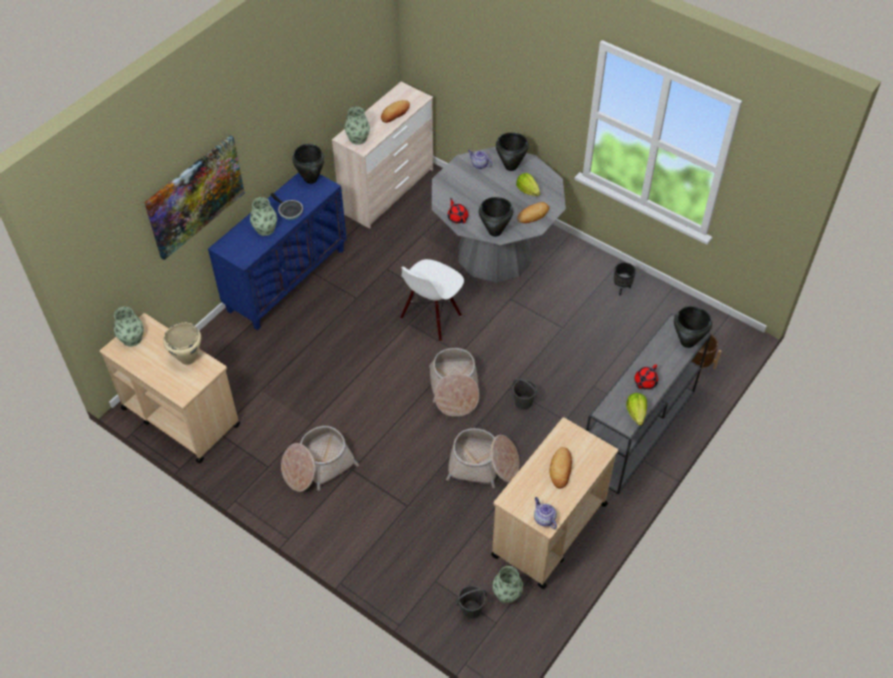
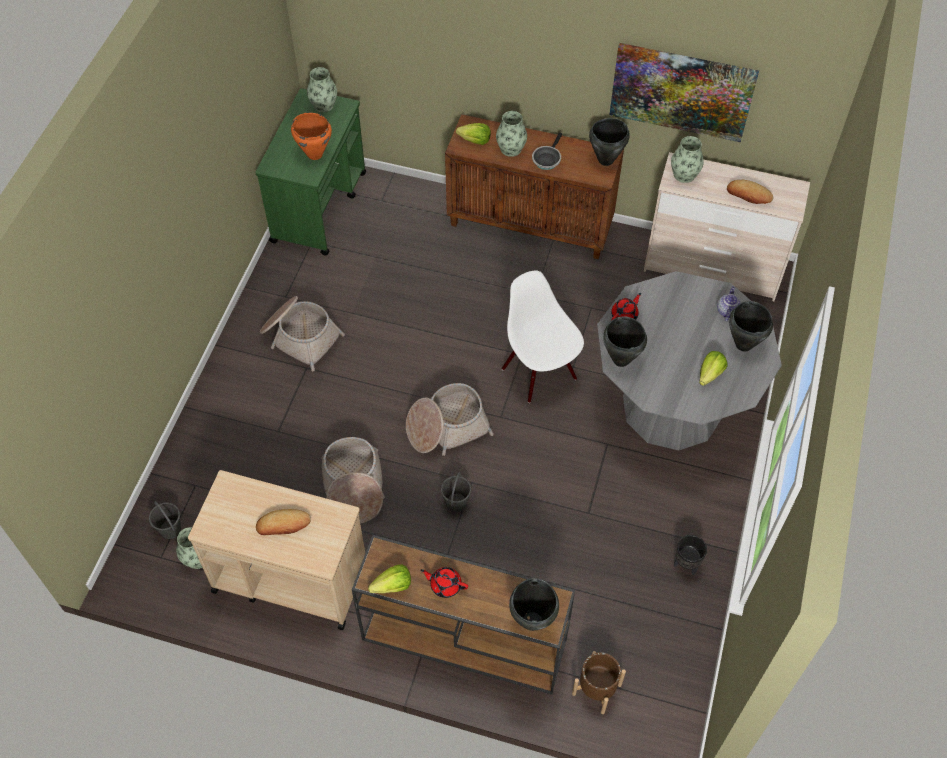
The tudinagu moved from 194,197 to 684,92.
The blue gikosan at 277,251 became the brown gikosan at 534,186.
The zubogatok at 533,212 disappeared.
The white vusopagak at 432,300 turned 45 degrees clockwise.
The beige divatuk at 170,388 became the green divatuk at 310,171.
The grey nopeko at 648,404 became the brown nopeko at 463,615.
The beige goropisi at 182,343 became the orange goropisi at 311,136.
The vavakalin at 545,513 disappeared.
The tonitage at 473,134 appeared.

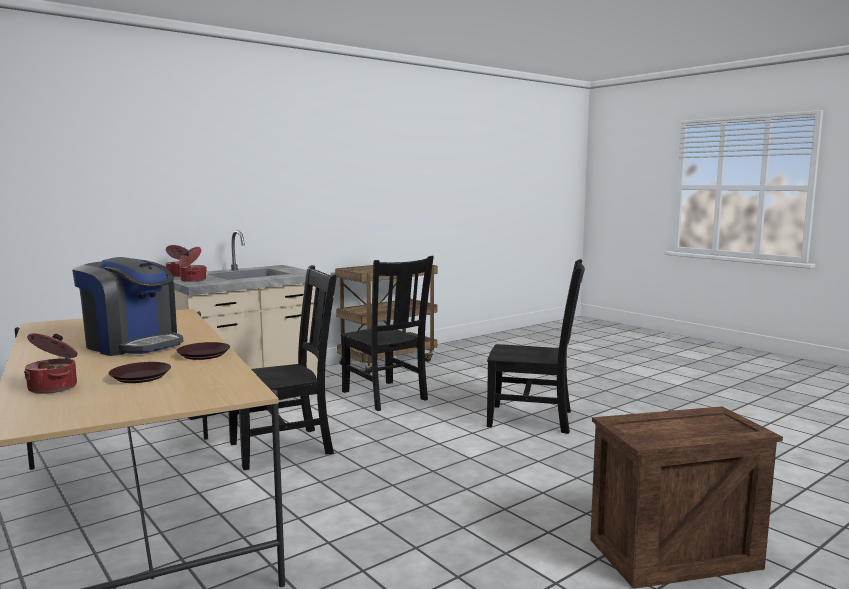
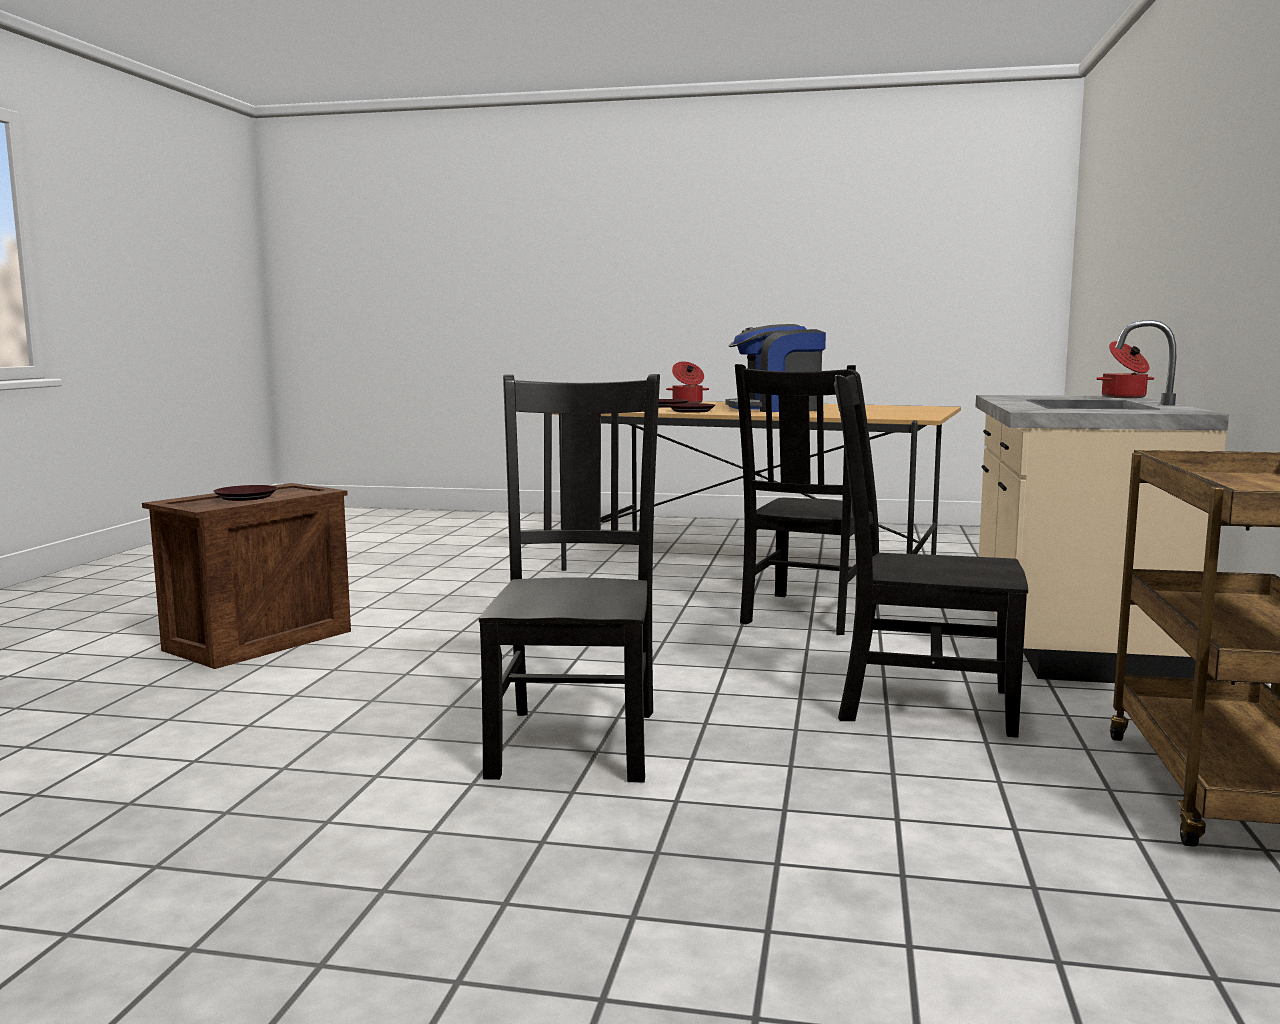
The goropisi at 193,264 disappeared.
The black vusopagak at 536,346 turned 120 degrees clockwise.
The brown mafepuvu at 245,493 appeared.

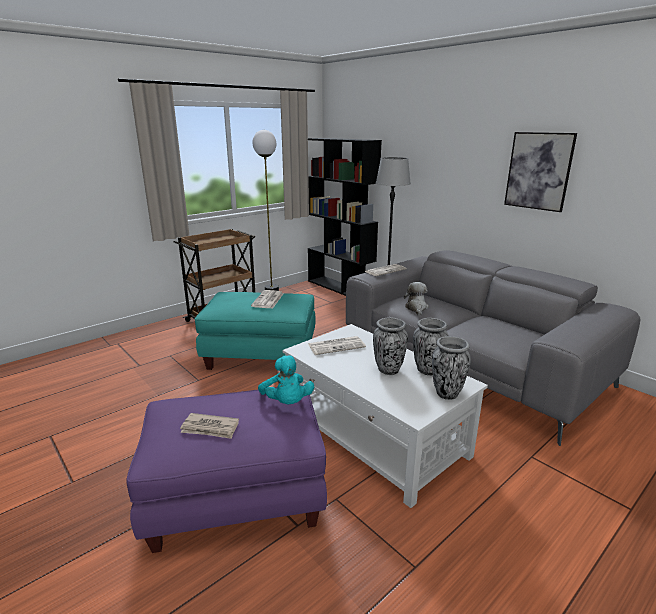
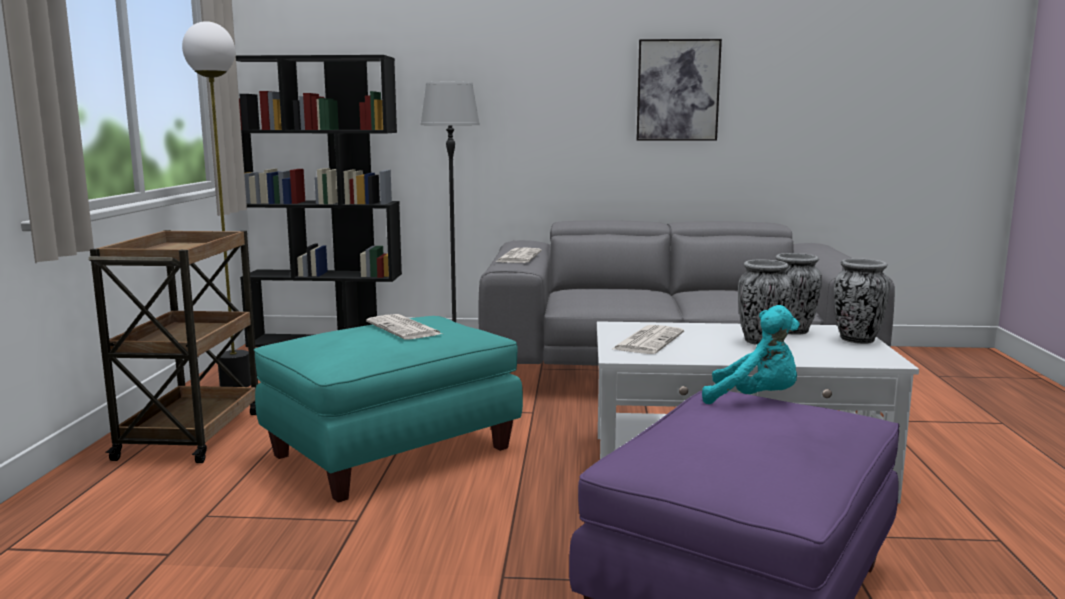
The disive at 416,299 disappeared.
The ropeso at 209,426 disappeared.

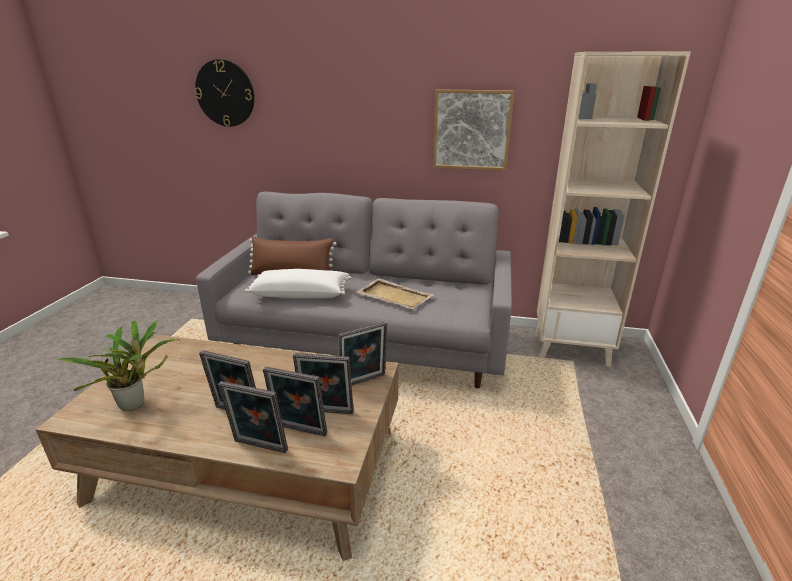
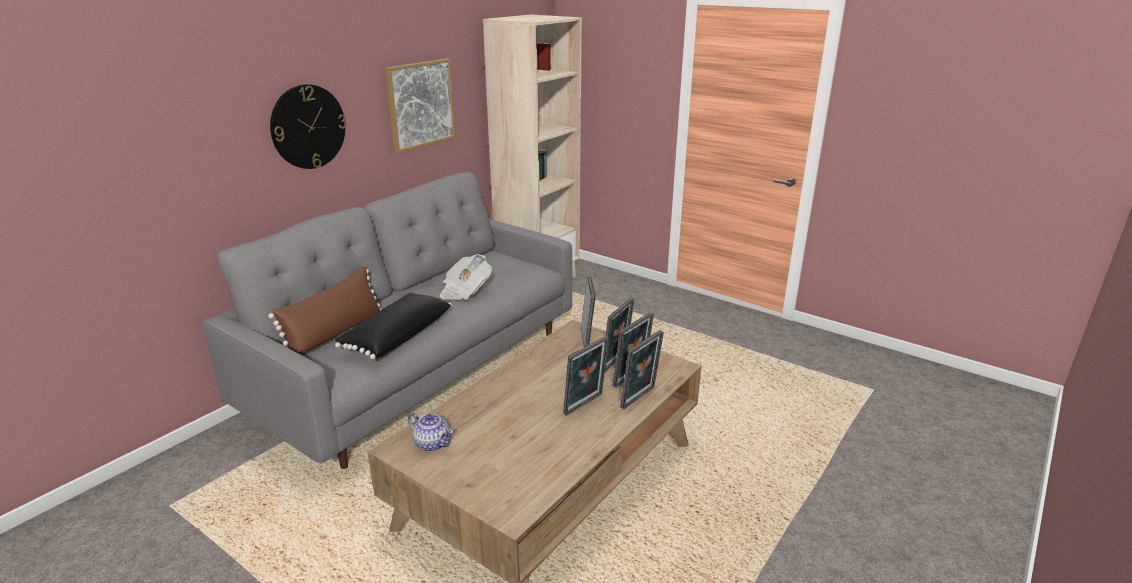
The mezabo moved from 224,93 to 308,126.
The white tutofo at 298,283 became the black tutofo at 393,326.
The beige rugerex at 395,294 was replaced by the ropeso at 465,277.
The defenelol at 118,366 disappeared.
The vavakalin at 430,432 appeared.

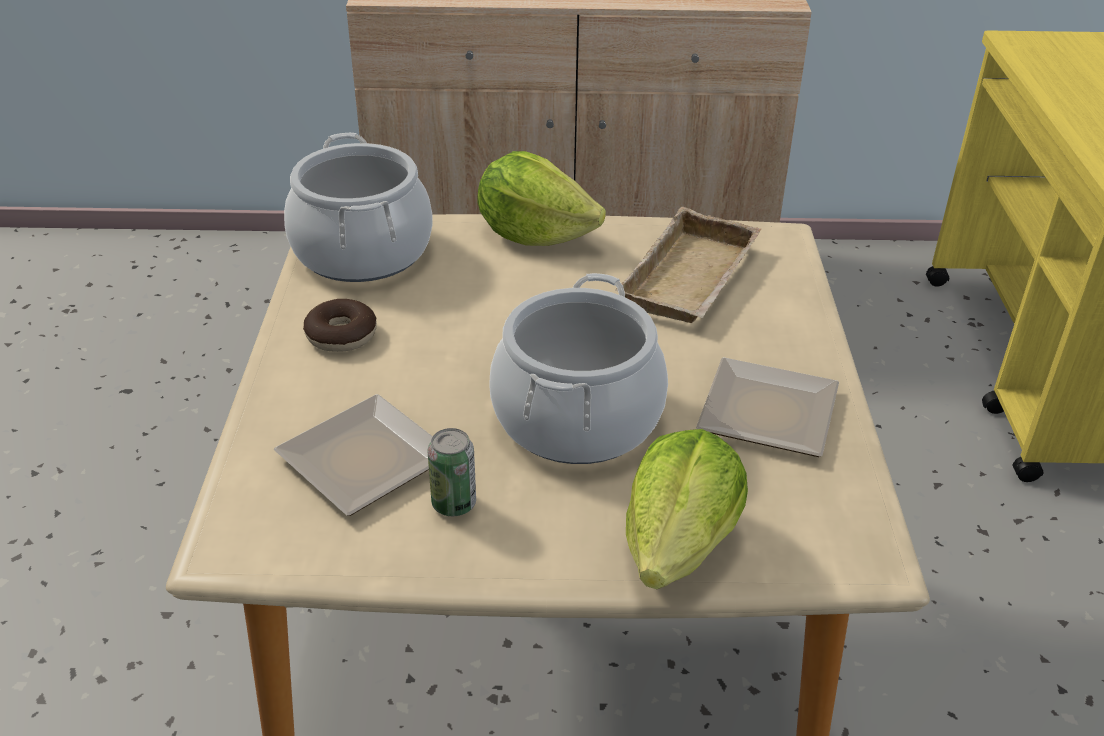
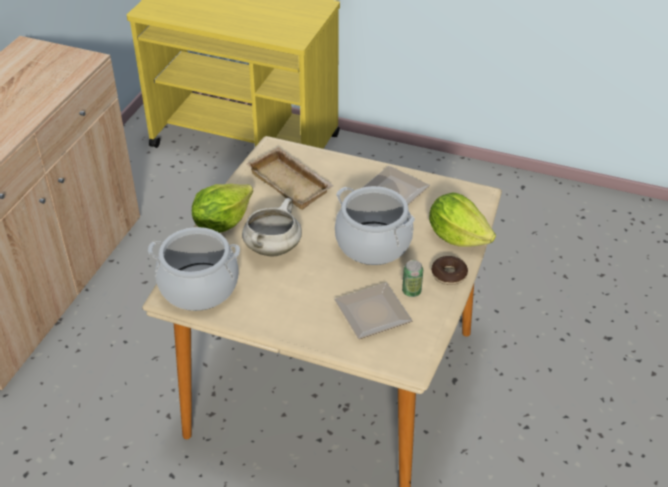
The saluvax moved from 340,325 to 449,270.
The white goropisi at 272,227 appeared.

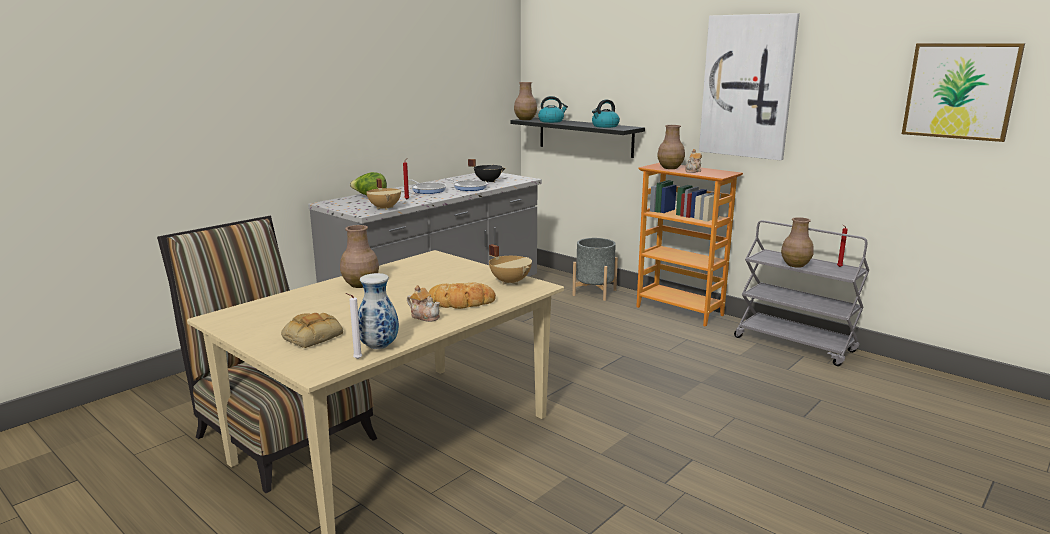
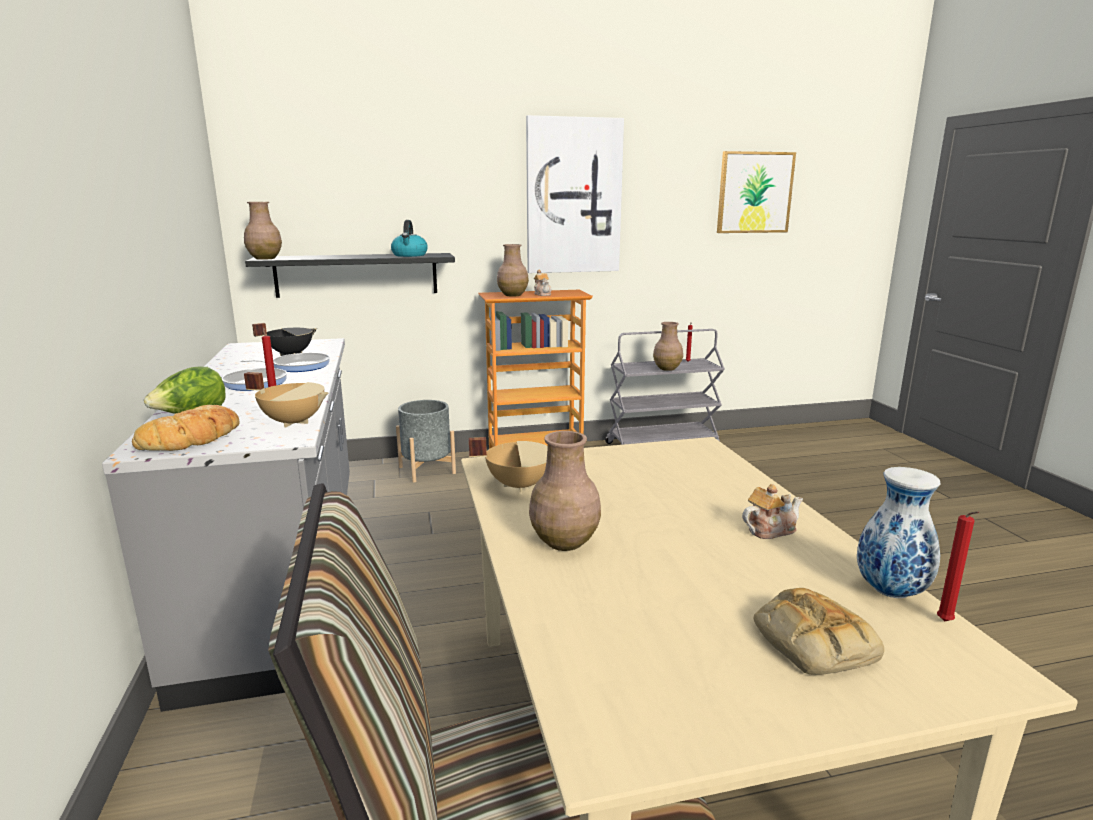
The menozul at 553,109 disappeared.
The beige goropisi moved from 510,264 to 508,465.
The zubogatok moved from 462,296 to 185,428.
The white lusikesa at 353,326 became the red lusikesa at 958,566.

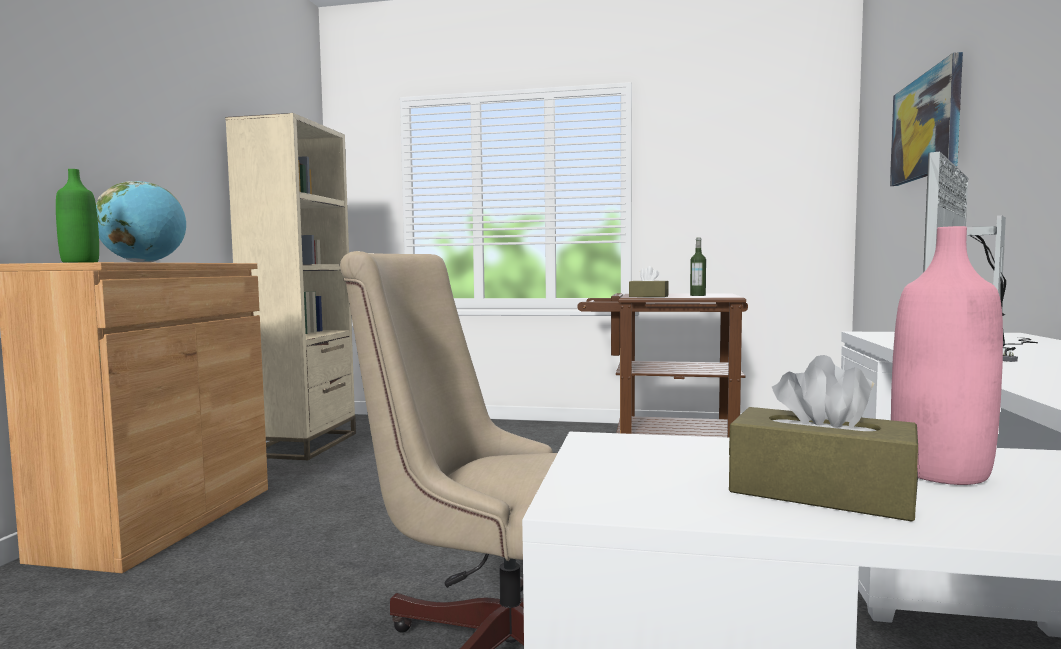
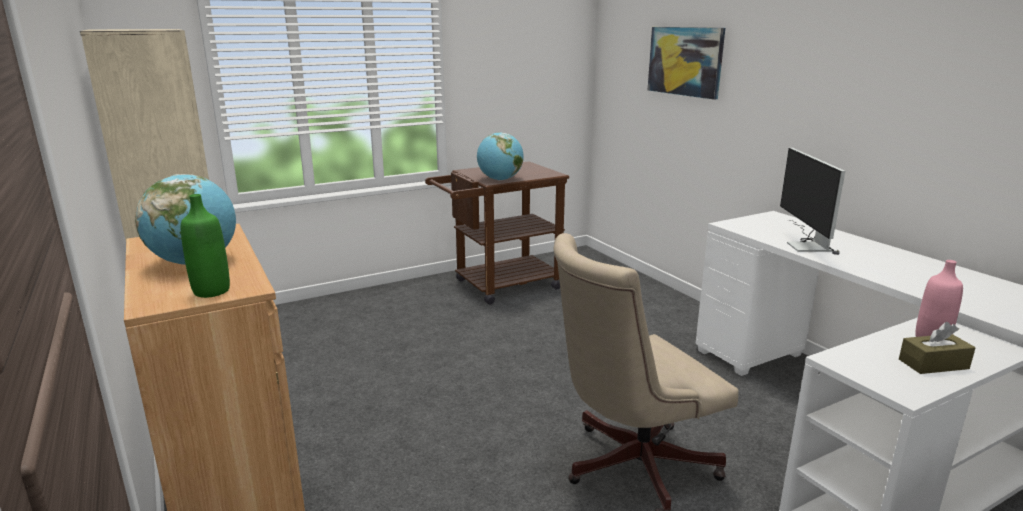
The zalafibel at 698,267 disappeared.
The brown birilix at 649,281 was replaced by the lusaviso at 500,156.

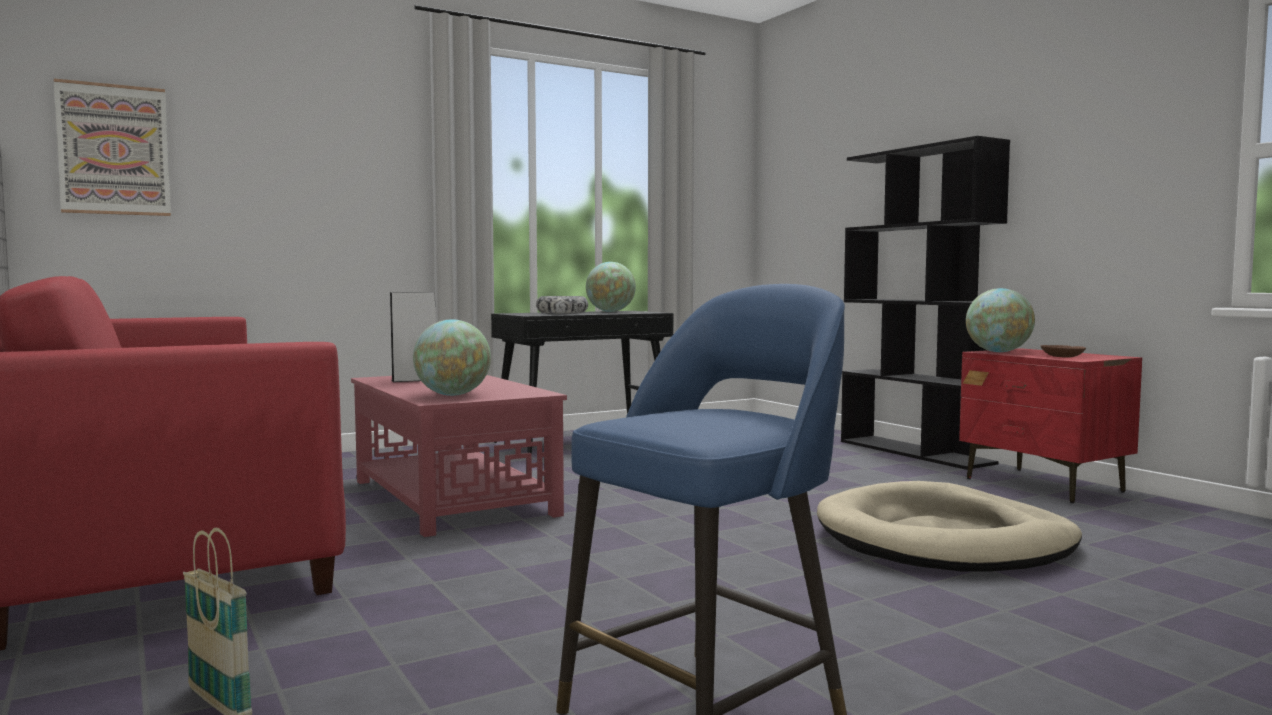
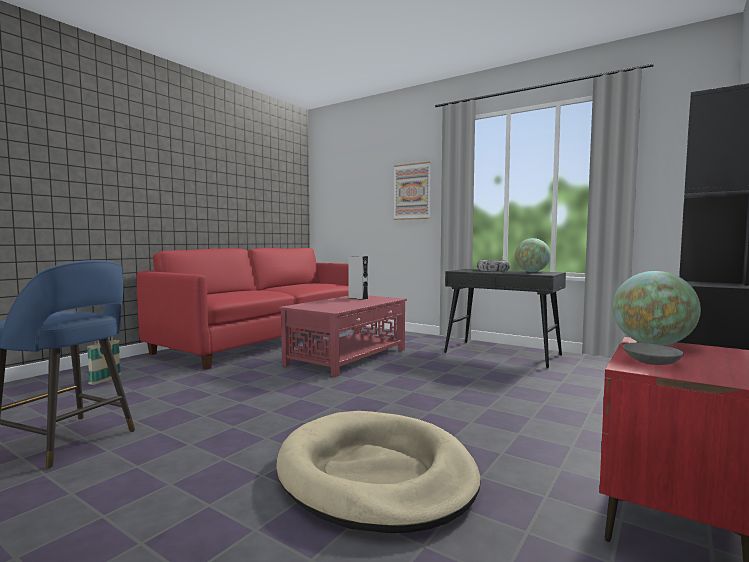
The tudinagu moved from 112,147 to 412,191.
The lusaviso at 452,357 disappeared.
The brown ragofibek at 1063,351 became the grey ragofibek at 653,354.

